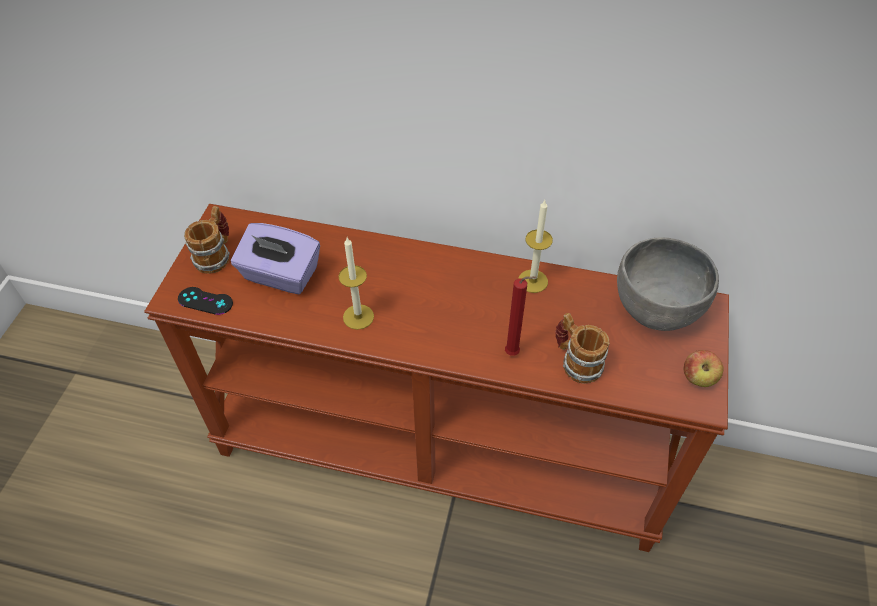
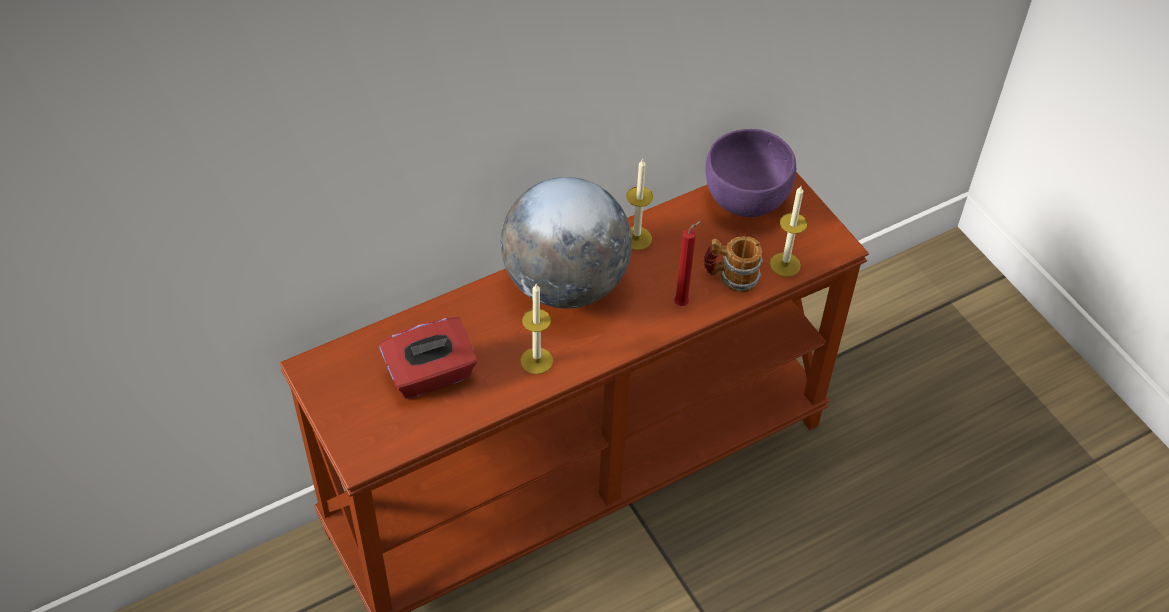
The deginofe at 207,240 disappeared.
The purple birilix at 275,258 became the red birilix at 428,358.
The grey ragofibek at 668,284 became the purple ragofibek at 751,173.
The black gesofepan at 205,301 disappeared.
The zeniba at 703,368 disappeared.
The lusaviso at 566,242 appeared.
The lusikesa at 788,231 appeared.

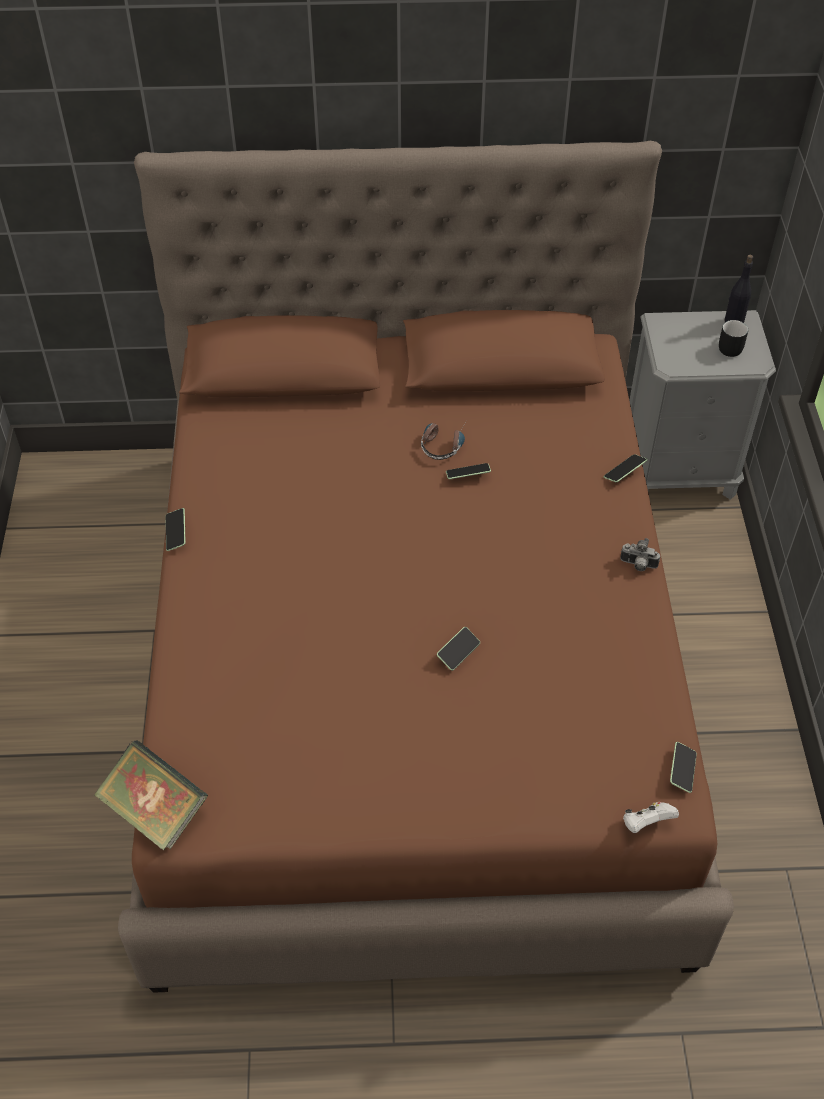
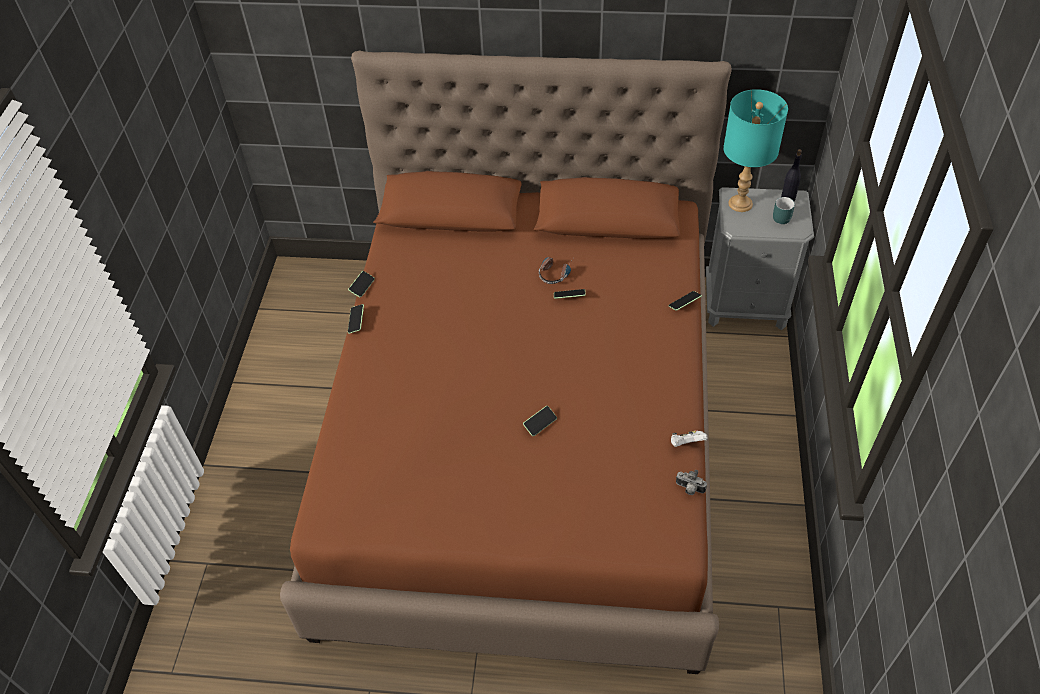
The black deginofe at 733,338 became the turquoise deginofe at 784,210.
The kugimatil moved from 640,554 to 691,482.
The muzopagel at 151,795 disappeared.
The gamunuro moved from 683,767 to 361,284.
The white gesofepan moved from 651,817 to 689,438.
The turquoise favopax at 755,150 appeared.

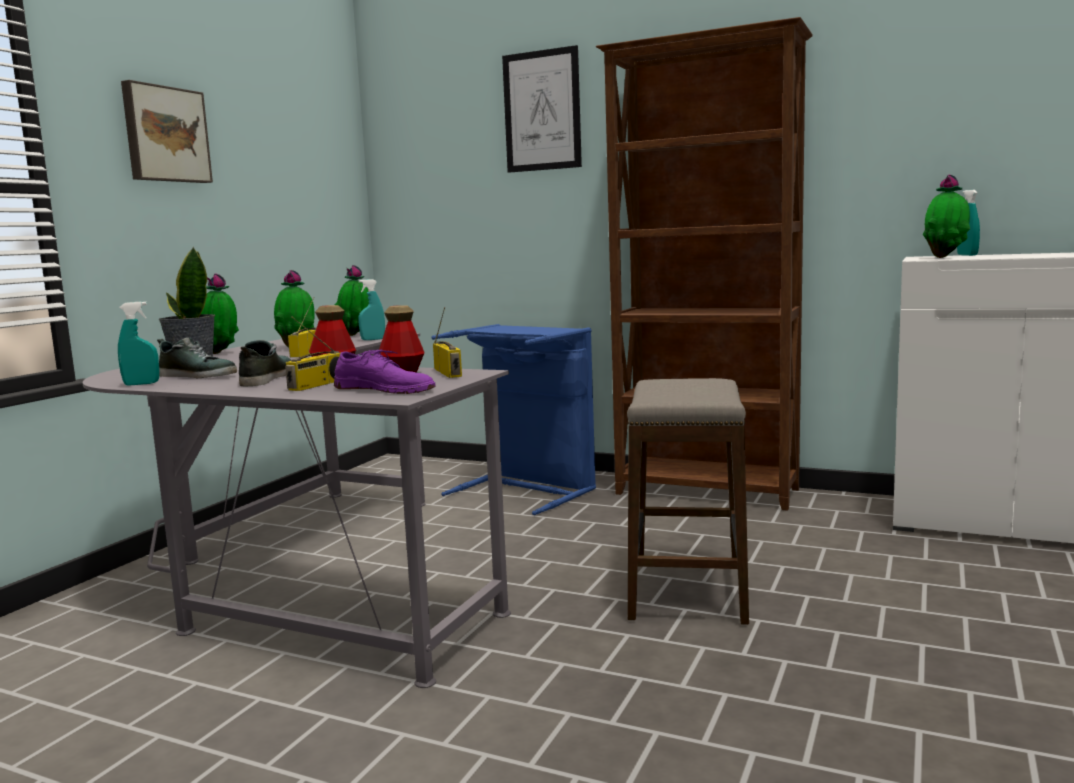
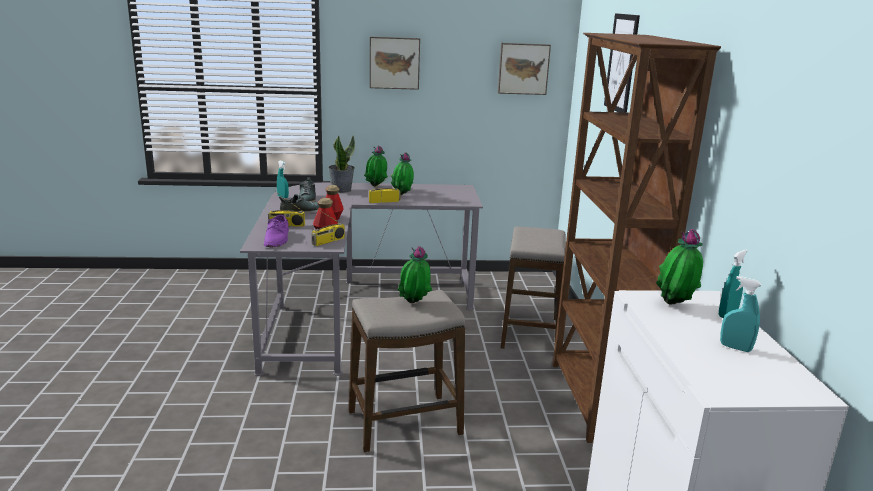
The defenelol moved from 352,300 to 415,274.
The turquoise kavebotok moved from 371,309 to 740,314.
The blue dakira at 513,419 was replaced by the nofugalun at 533,288.
The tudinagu at 524,69 appeared.

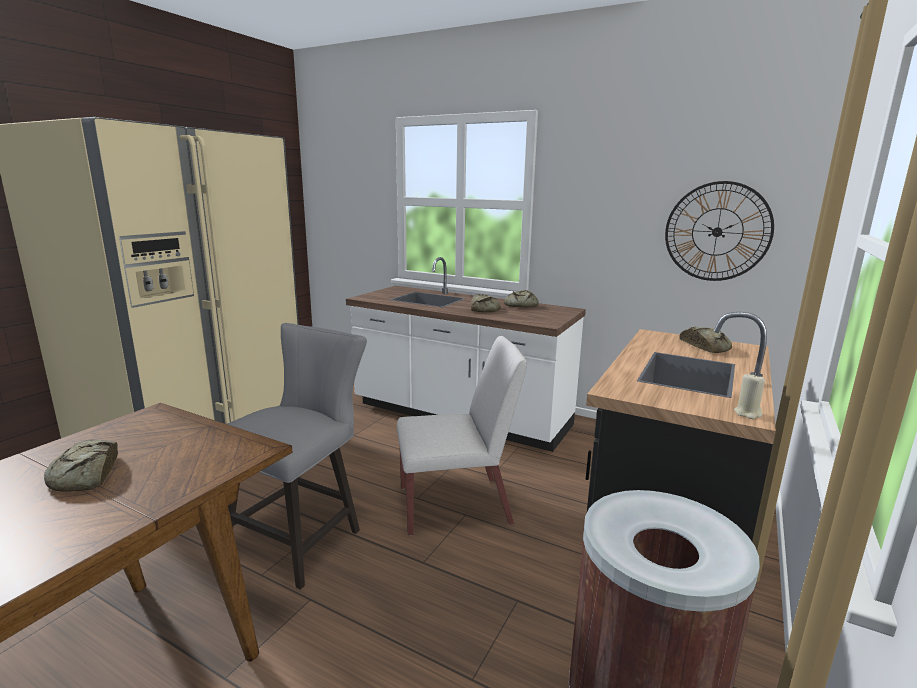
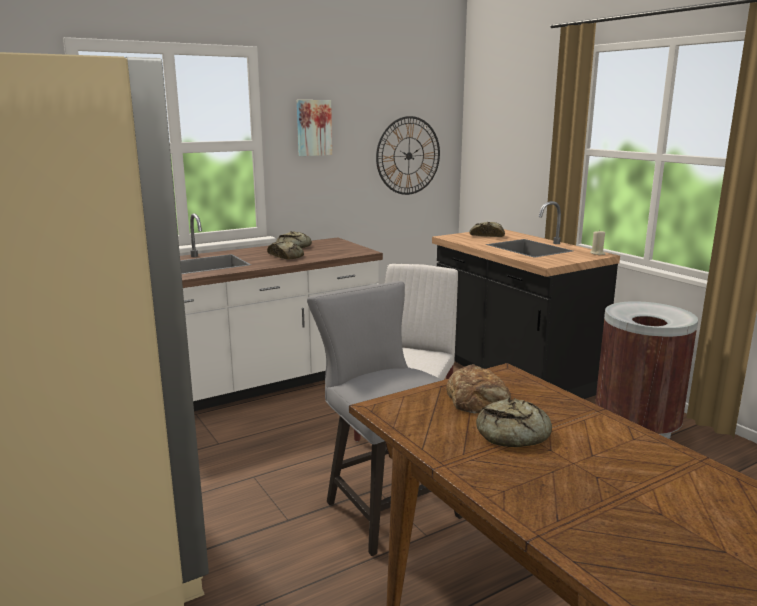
The tudinagu at 314,128 appeared.
The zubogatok at 478,389 appeared.

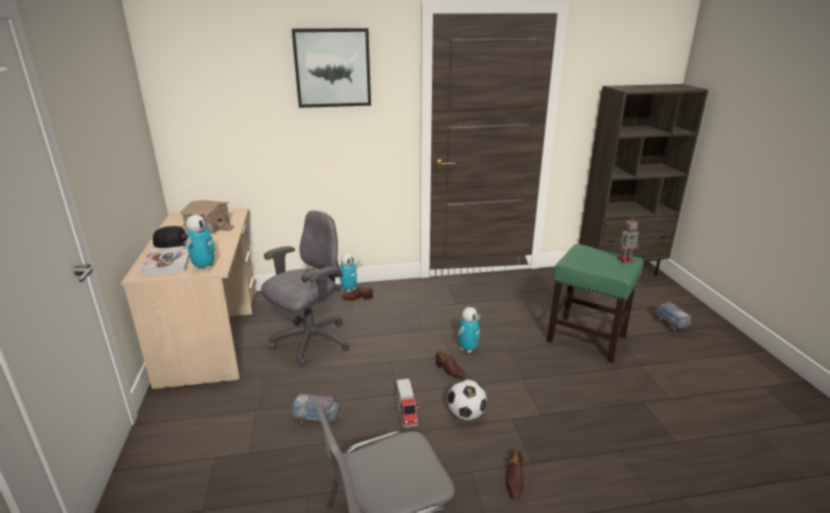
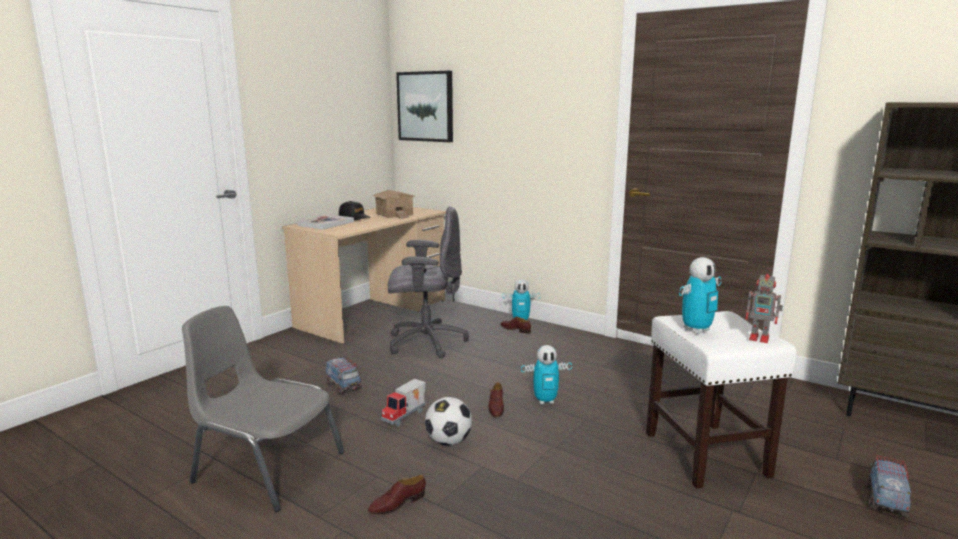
The tudinagu moved from 331,68 to 424,106.
The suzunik moved from 199,242 to 700,295.
The green nofugalun at 595,303 became the white nofugalun at 721,400.

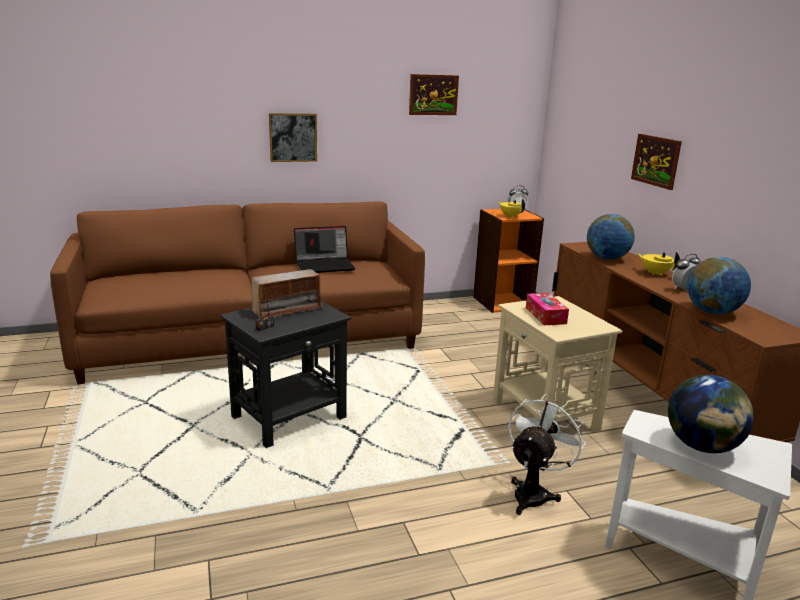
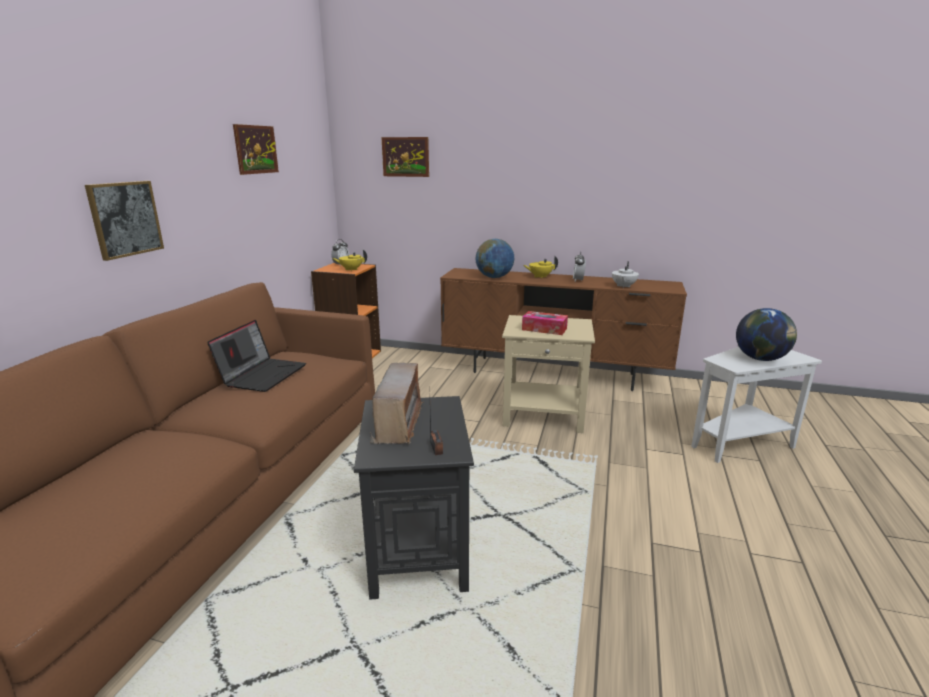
The tudinagu moved from 656,162 to 405,157.
The lusaviso at 719,285 was replaced by the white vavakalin at 625,274.
The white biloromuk at 547,454 disappeared.

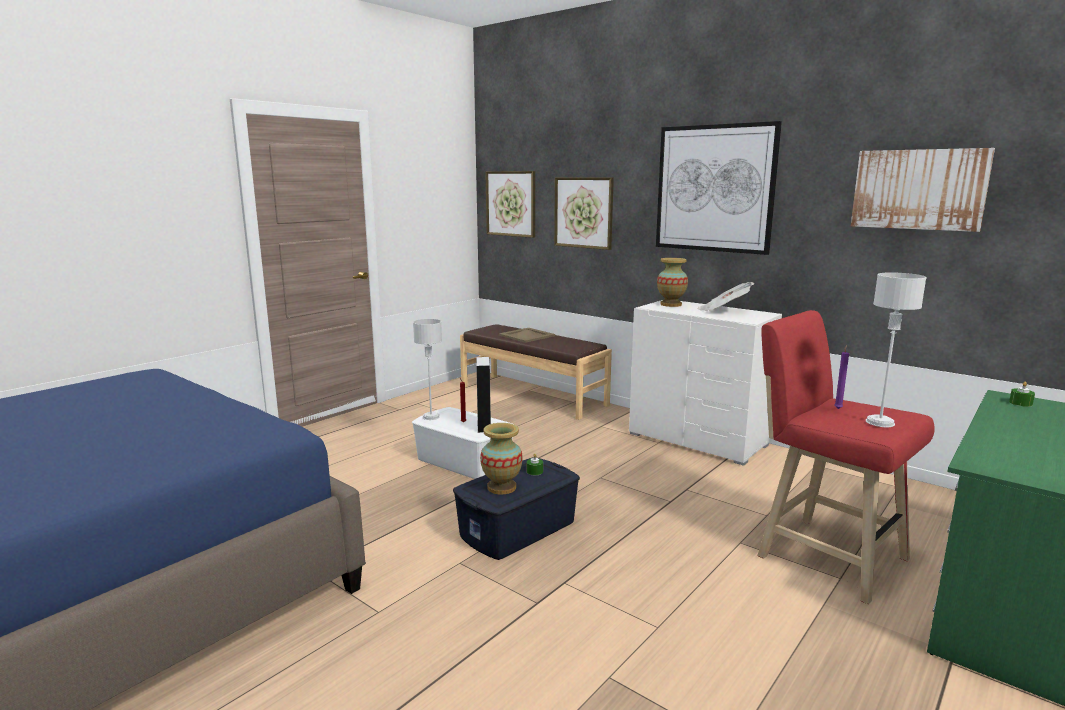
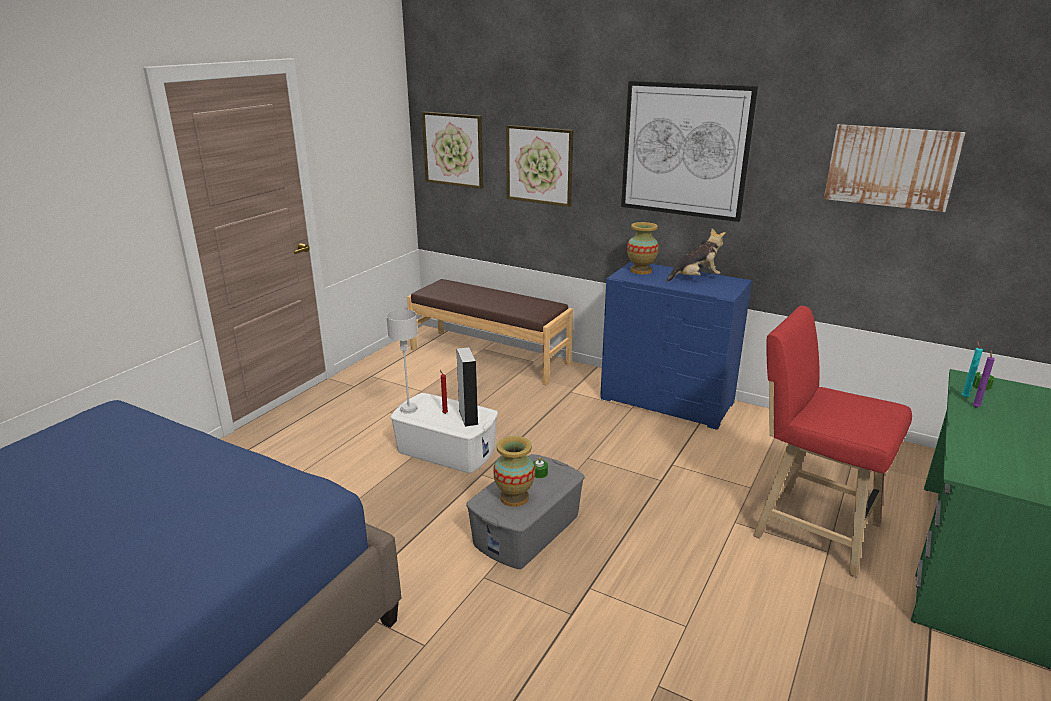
The grey favopax at 896,349 disappeared.
The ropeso at 725,296 was replaced by the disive at 696,255.
The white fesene at 705,383 became the blue fesene at 676,345.
The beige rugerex at 527,335 disappeared.
The purple lusikesa moved from 841,377 to 983,379.
The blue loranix at 516,508 became the grey loranix at 525,511.
The turquoise lusikesa at 972,369 appeared.

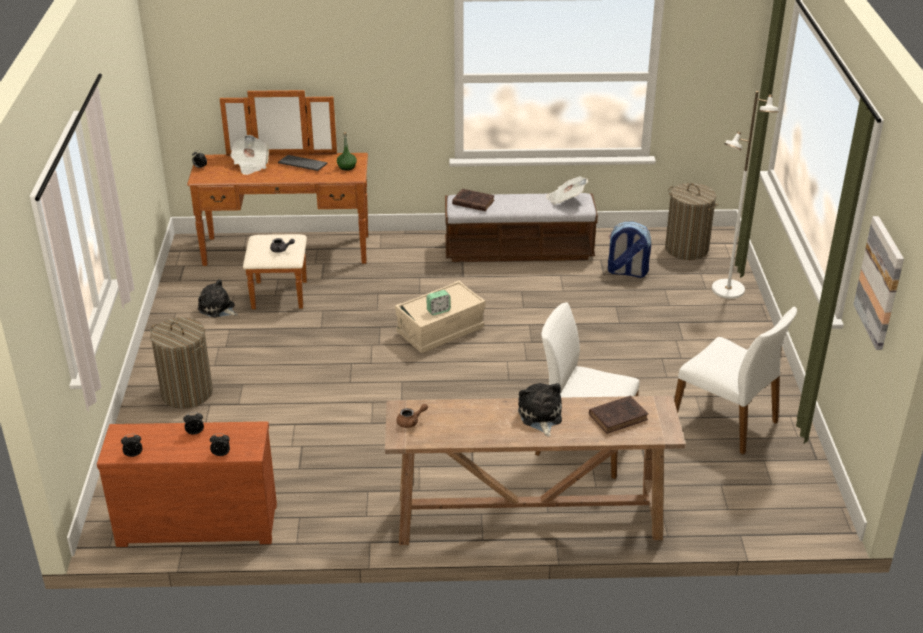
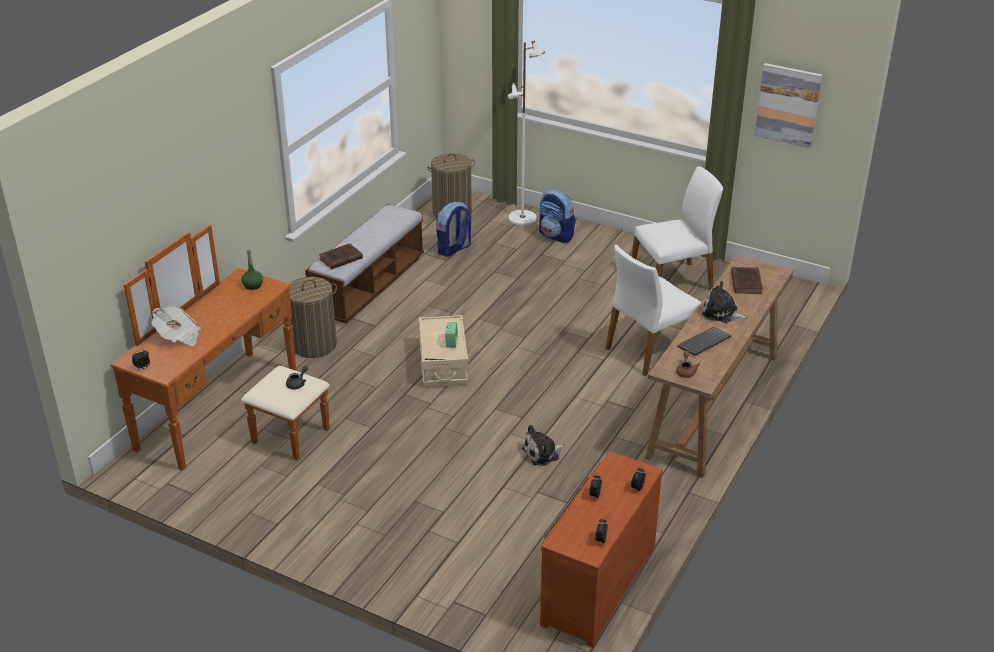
The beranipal moved from 303,163 to 704,341.
The ropeso at 567,190 disappeared.
The disive moved from 218,298 to 543,445.
The dakira moved from 181,363 to 313,317.
The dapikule at 557,216 appeared.

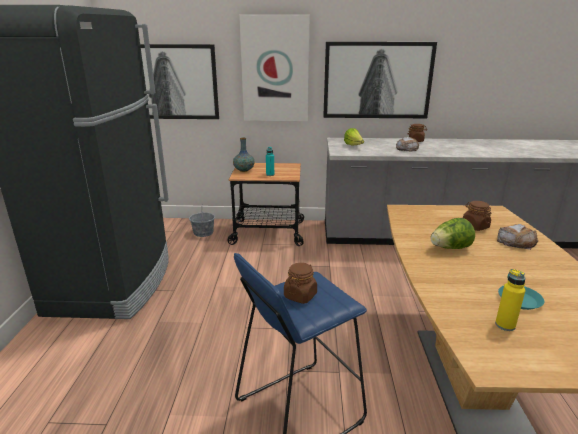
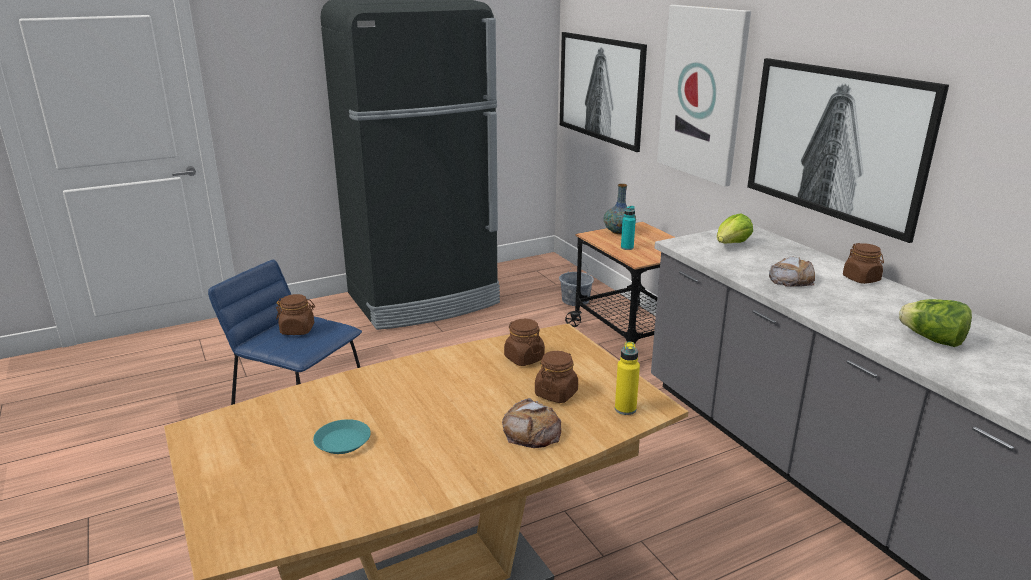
The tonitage moved from 453,233 to 935,323.
The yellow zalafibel moved from 510,300 to 627,378.
The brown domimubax at 524,342 appeared.

